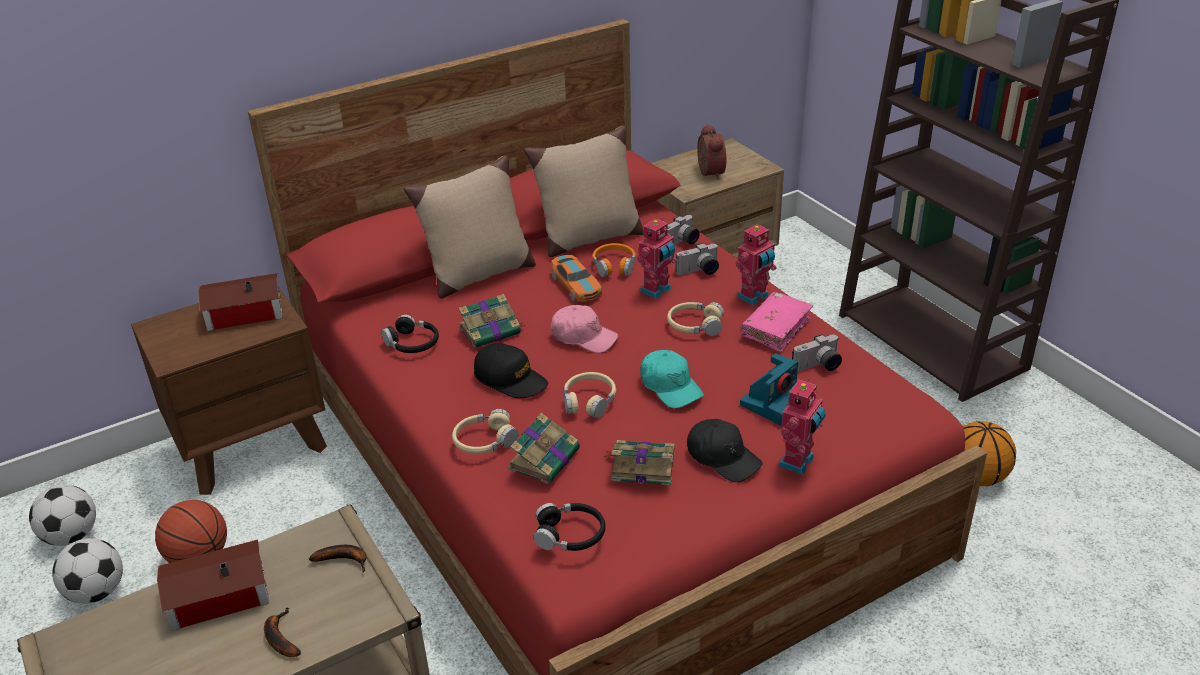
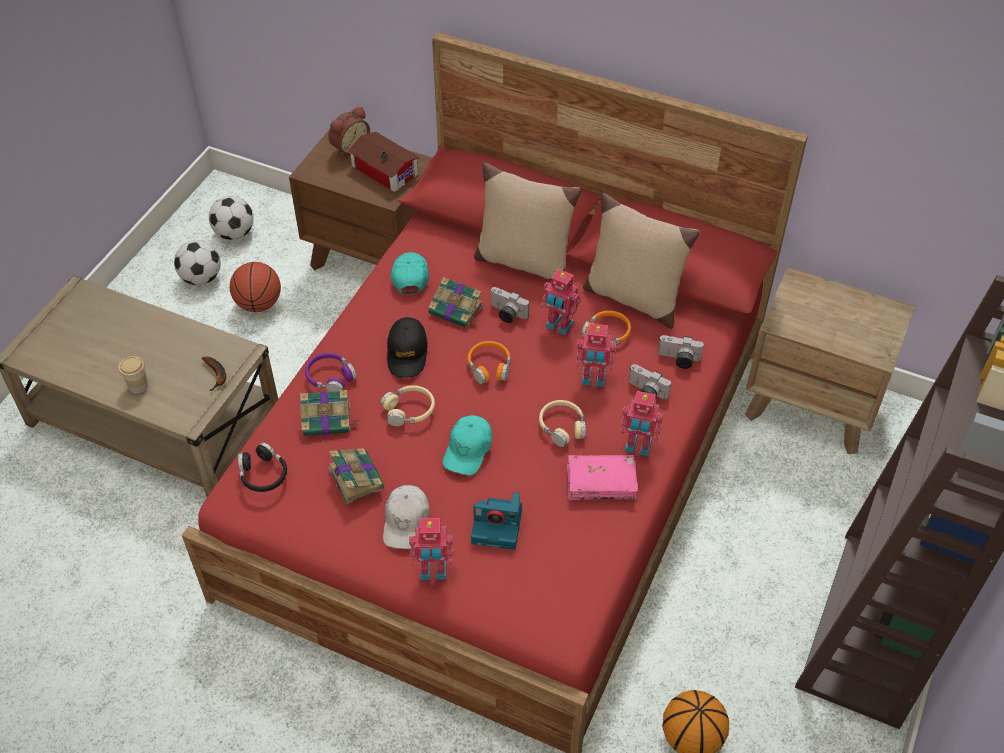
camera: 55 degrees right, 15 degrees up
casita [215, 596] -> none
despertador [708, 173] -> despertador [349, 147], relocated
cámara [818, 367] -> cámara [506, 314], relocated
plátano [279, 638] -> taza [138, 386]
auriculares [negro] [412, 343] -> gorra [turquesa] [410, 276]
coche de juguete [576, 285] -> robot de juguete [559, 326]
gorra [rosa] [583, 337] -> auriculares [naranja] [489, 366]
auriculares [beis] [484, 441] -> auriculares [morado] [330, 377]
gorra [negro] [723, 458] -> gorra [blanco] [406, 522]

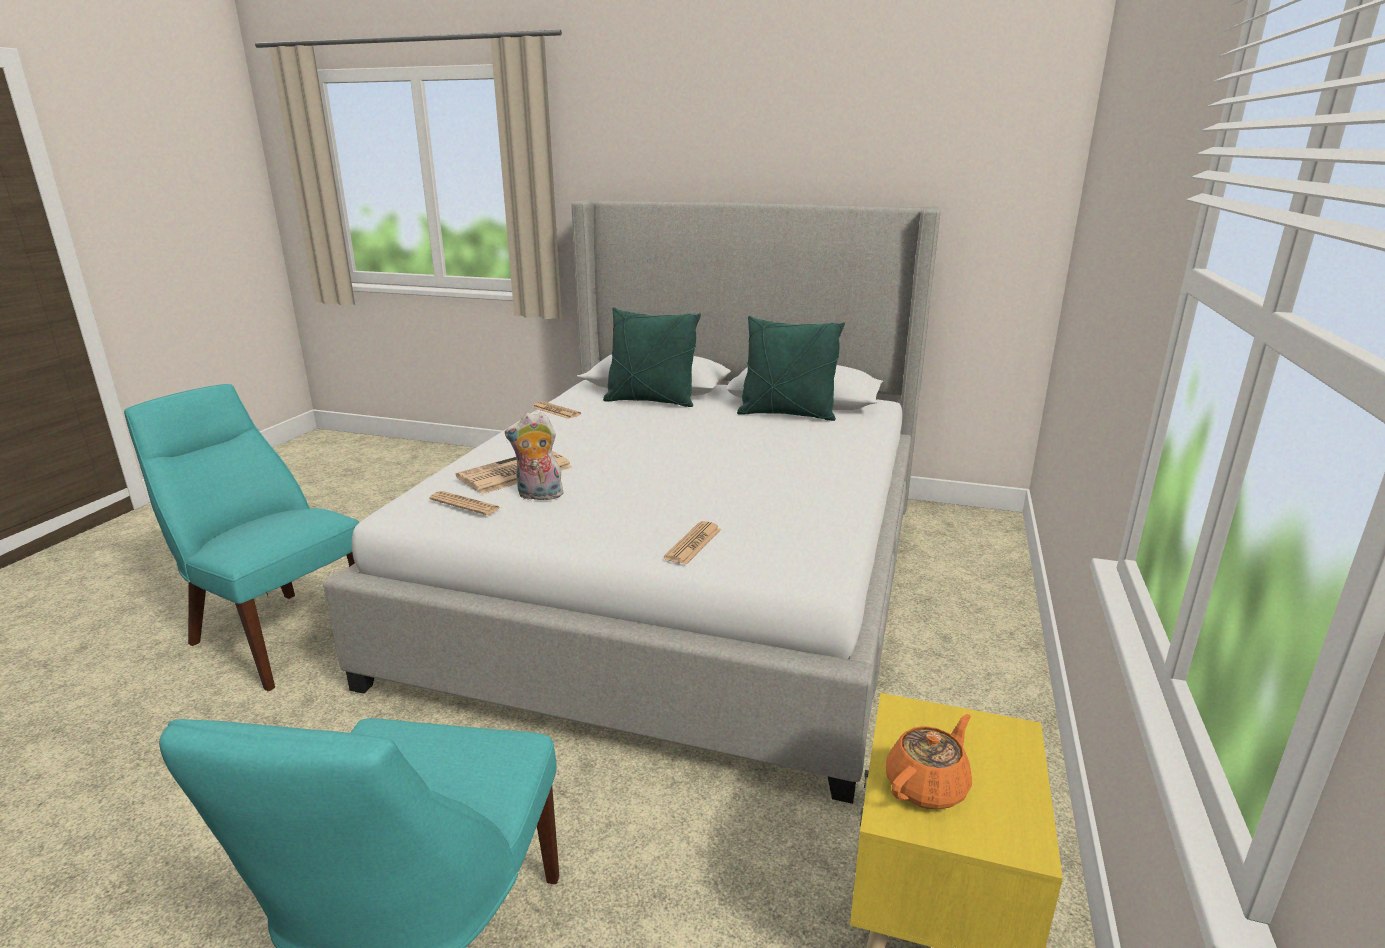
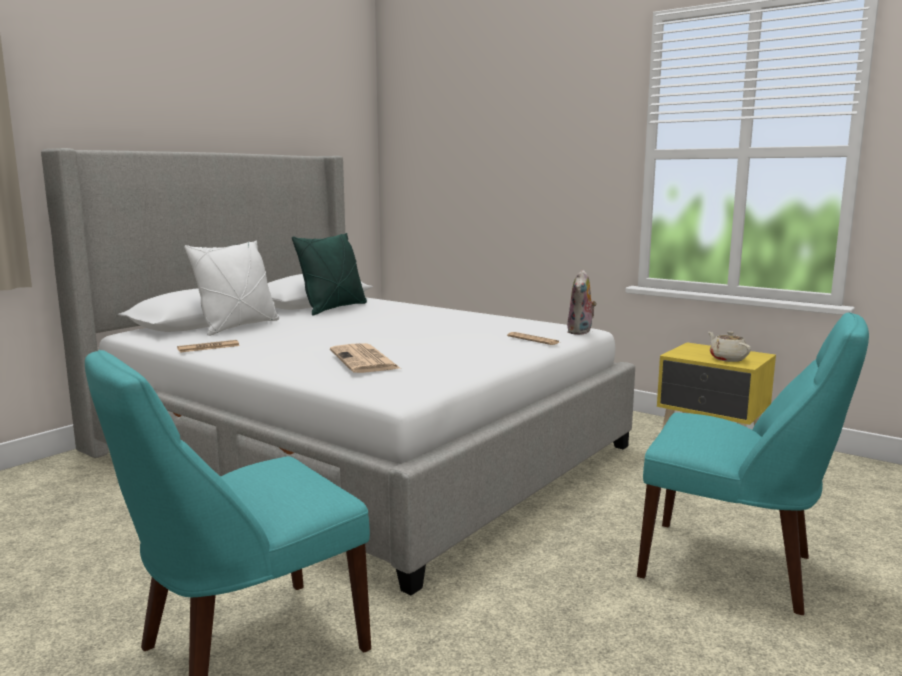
camera: 70 degrees left, 10 degrees down
periódico [465, 504] -> none
peluche [538, 496] -> peluche [581, 332], relocated
cojín [verde] [651, 401] -> cojín [blanco] [238, 327]
tetera [naranja] [927, 786] -> tetera [beis] [727, 359]

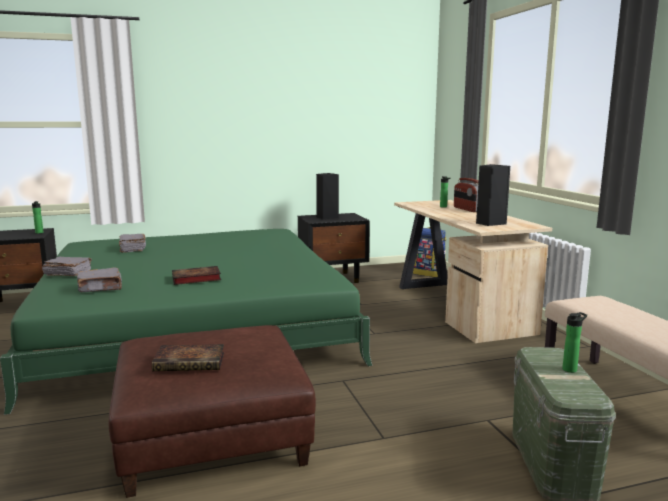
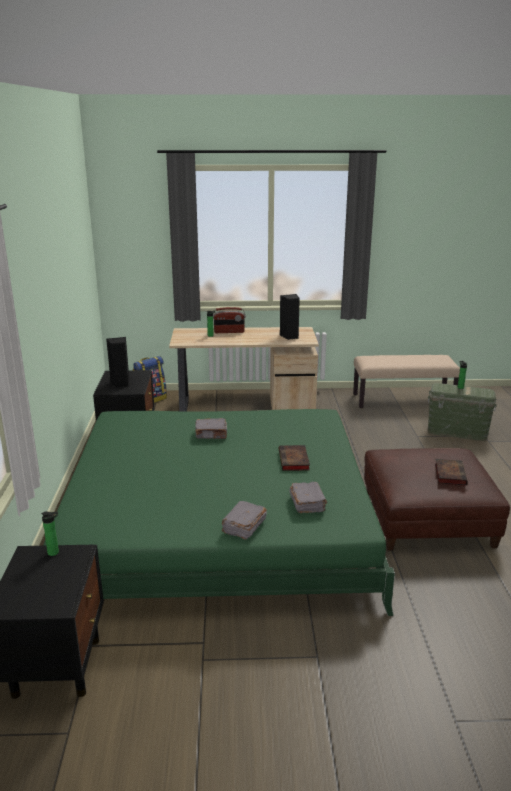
camera: 75 degrees left, 10 degrees up
libro [gris] [132, 249] -> libro [gris] [211, 434], relocated

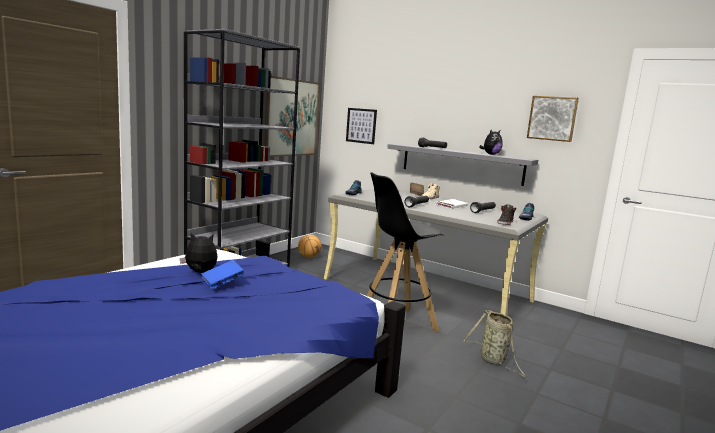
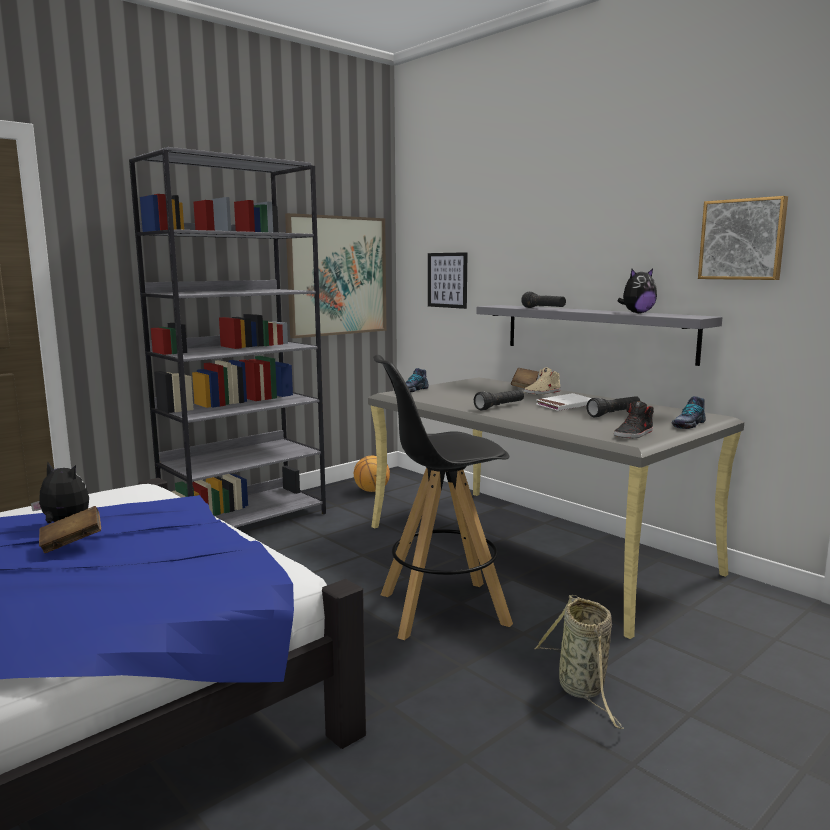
camera: 15 degrees right, 0 degrees up
libro [azul] [222, 283] -> libro [marrón] [72, 543]

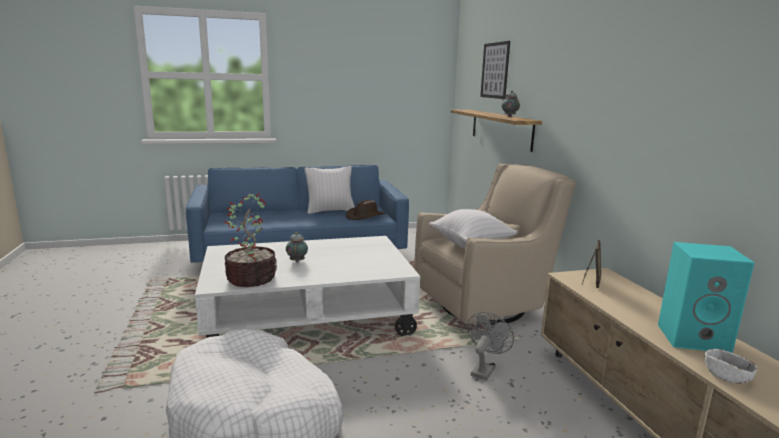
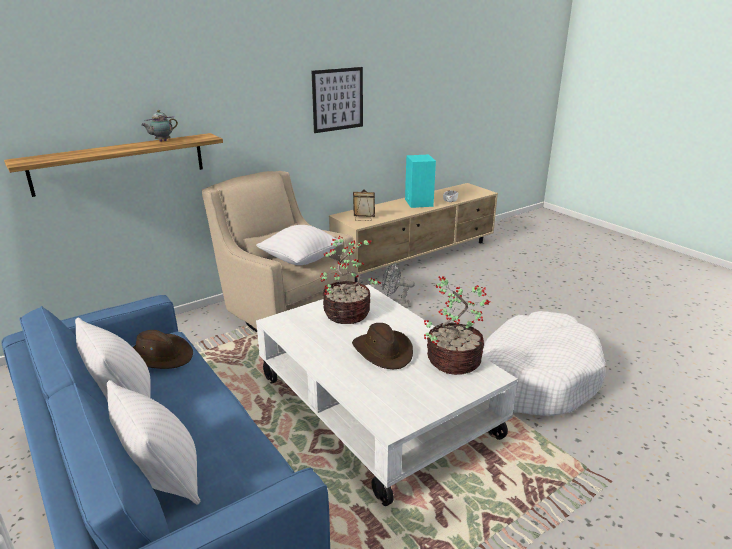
camera: 110 degrees left, 10 degrees up
none -> cojín [blanco] [162, 478]
none -> planta en maceta [348, 314]
cuadro [495, 70] -> cuadro [338, 99], relocated
tetera [297, 260] -> sombrero [marrón] [383, 351]

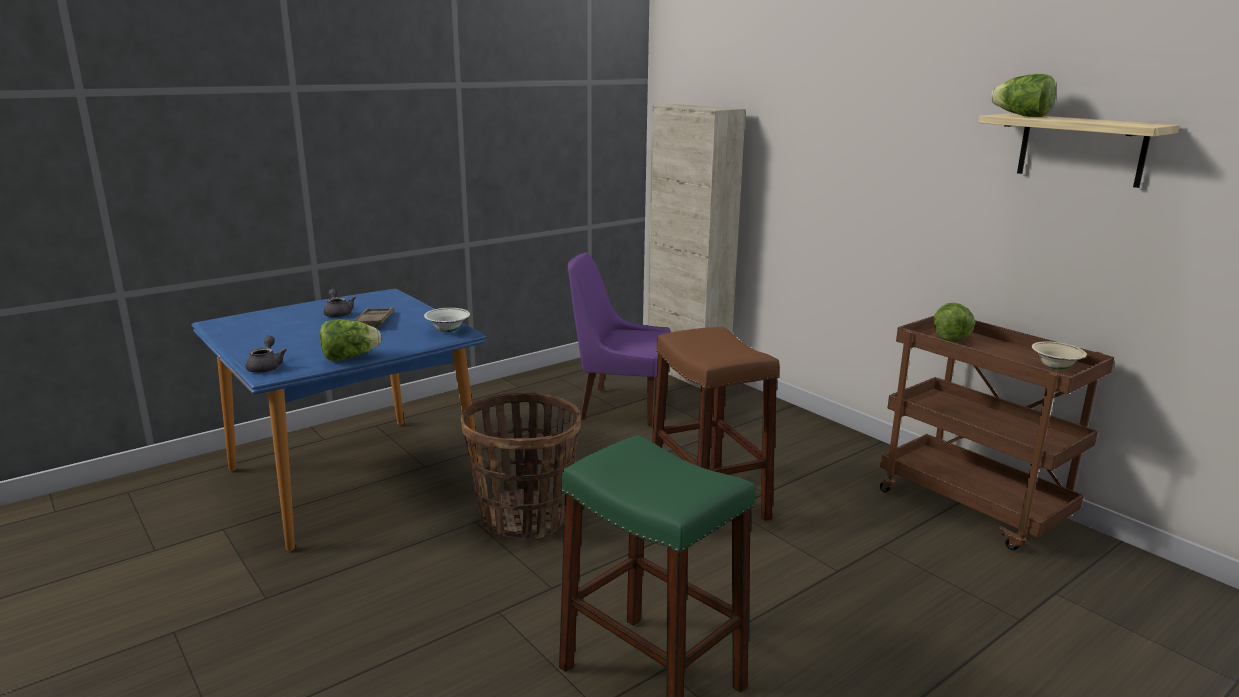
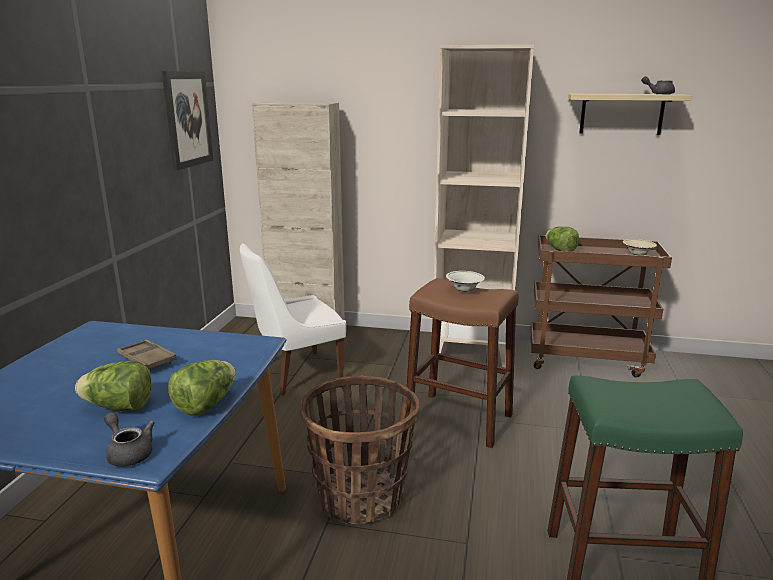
camera: 40 degrees left, 0 degrees up
none -> cuadro [187, 119]
none -> estantería [beis] [472, 351]
tetera [gris] [338, 313] -> tetera [gris] [658, 94], relocated
cuenco [blanco] [448, 331] -> cuenco [blanco] [464, 290], relocated
lechuga [1021, 116] -> lechuga [119, 407], relocated
silla [morado] [619, 407] -> silla [blanco] [296, 374]

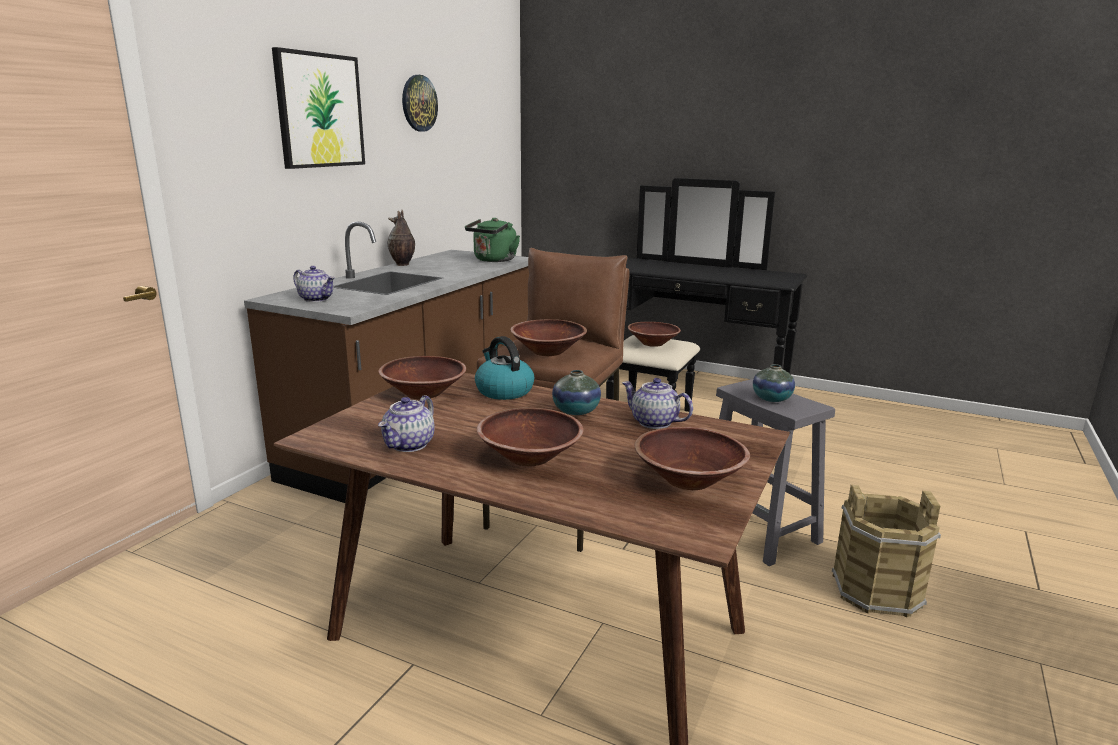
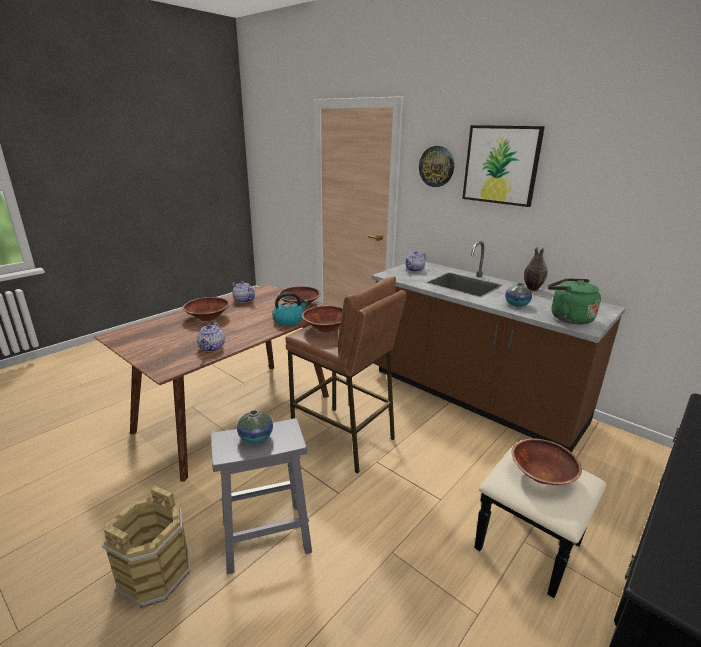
camera: 105 degrees right, 5 degrees up
cuenco [marrón] [688, 480] -> none
reloj de pared [419, 103] -> reloj de pared [436, 166], relocated
florero [576, 411] -> florero [516, 304], relocated
tetera [653, 422] -> tetera [212, 348], 135 degrees clockwise

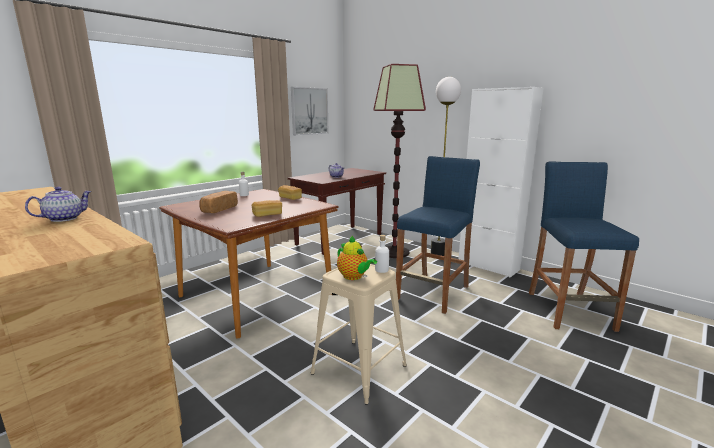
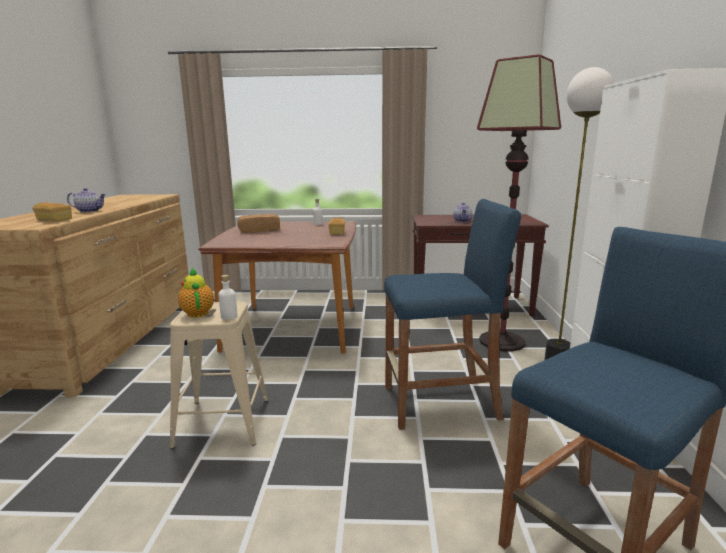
camera: 50 degrees right, 0 degrees up
cuadro [309, 111] -> none
pan [267, 215] -> pan [54, 220], relocated
tetera [354, 277] -> tetera [197, 313], 150 degrees clockwise

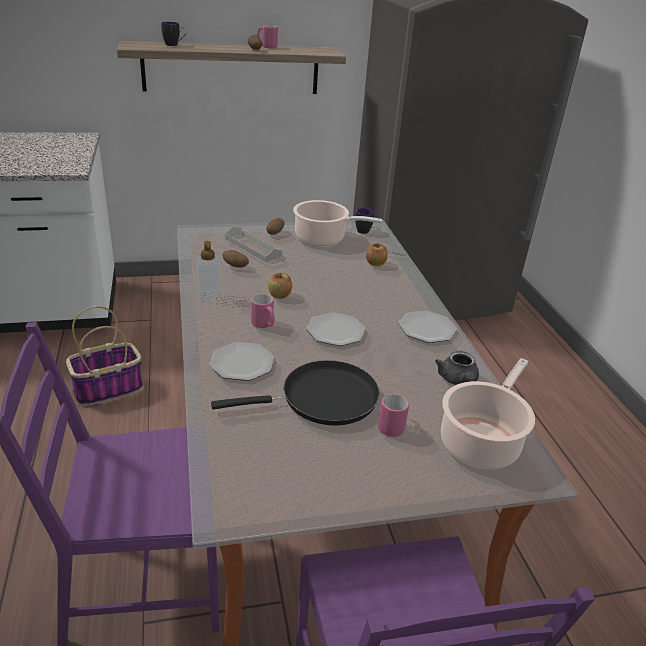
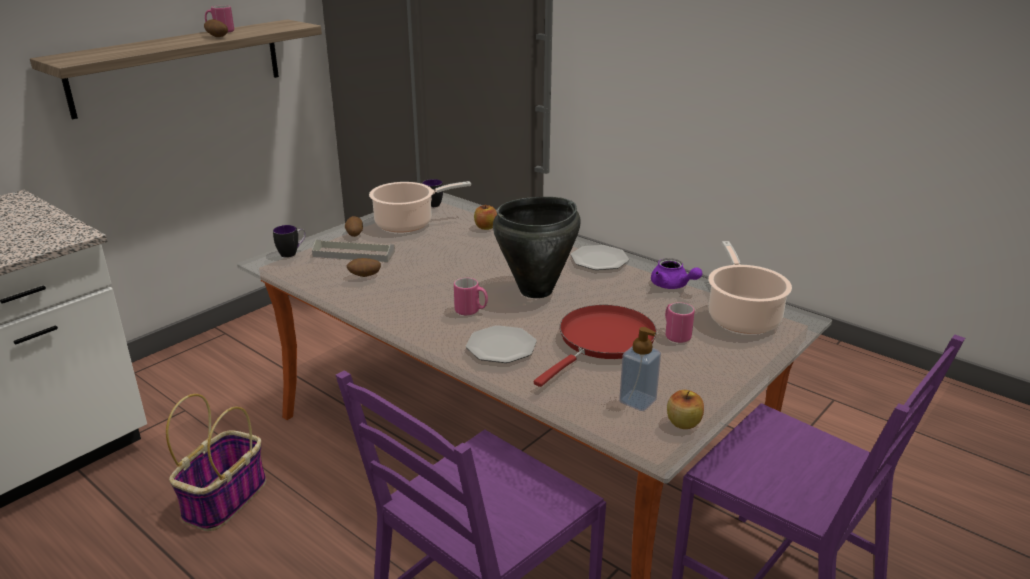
camera: 35 degrees left, 5 degrees down
taza grande [174, 45] -> taza grande [292, 253], relocated
dispensador de jabón [209, 295] -> dispensador de jabón [637, 401], relocated
manzana [279, 295] -> manzana [683, 423], relocated
plato [336, 331] -> olla [negro] [537, 291]
sartén [negro] [322, 399] -> sartén [rojo] [602, 341]
tetera [gris] [458, 381] -> tetera [morado] [672, 286]

